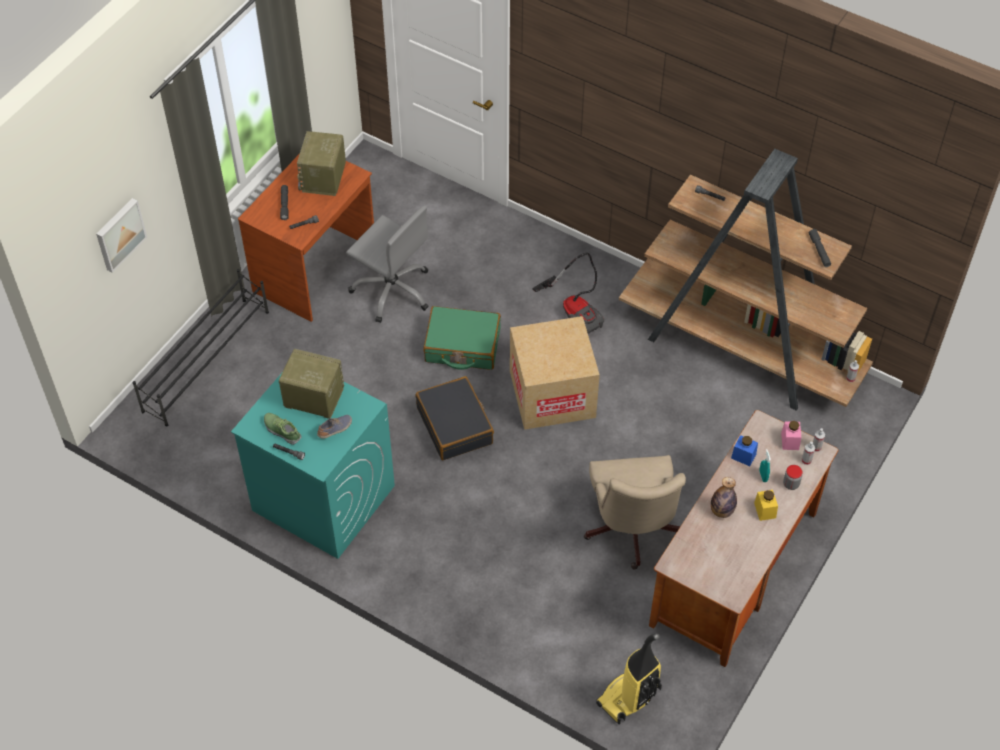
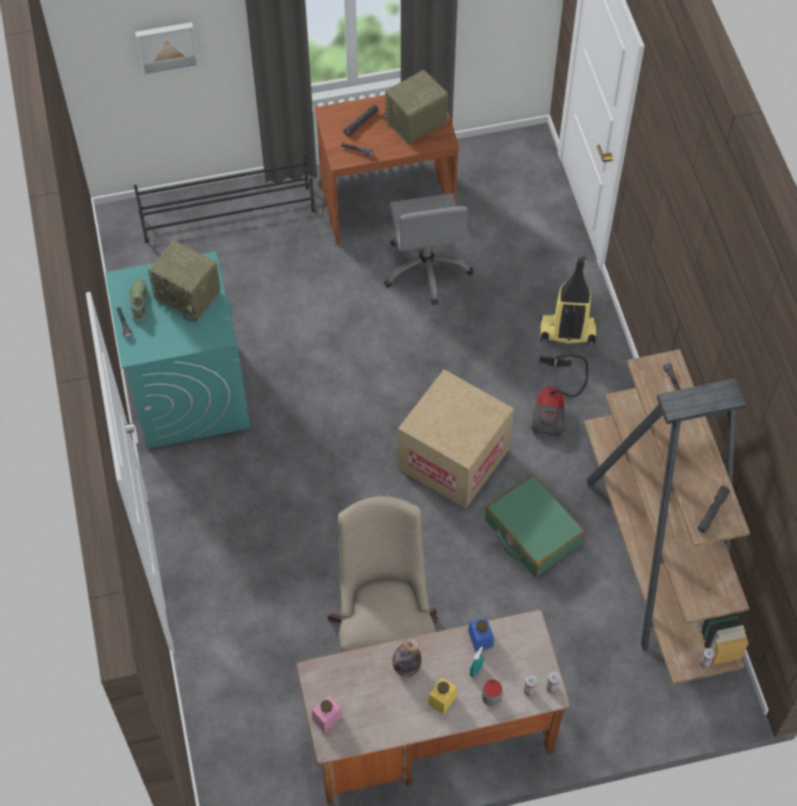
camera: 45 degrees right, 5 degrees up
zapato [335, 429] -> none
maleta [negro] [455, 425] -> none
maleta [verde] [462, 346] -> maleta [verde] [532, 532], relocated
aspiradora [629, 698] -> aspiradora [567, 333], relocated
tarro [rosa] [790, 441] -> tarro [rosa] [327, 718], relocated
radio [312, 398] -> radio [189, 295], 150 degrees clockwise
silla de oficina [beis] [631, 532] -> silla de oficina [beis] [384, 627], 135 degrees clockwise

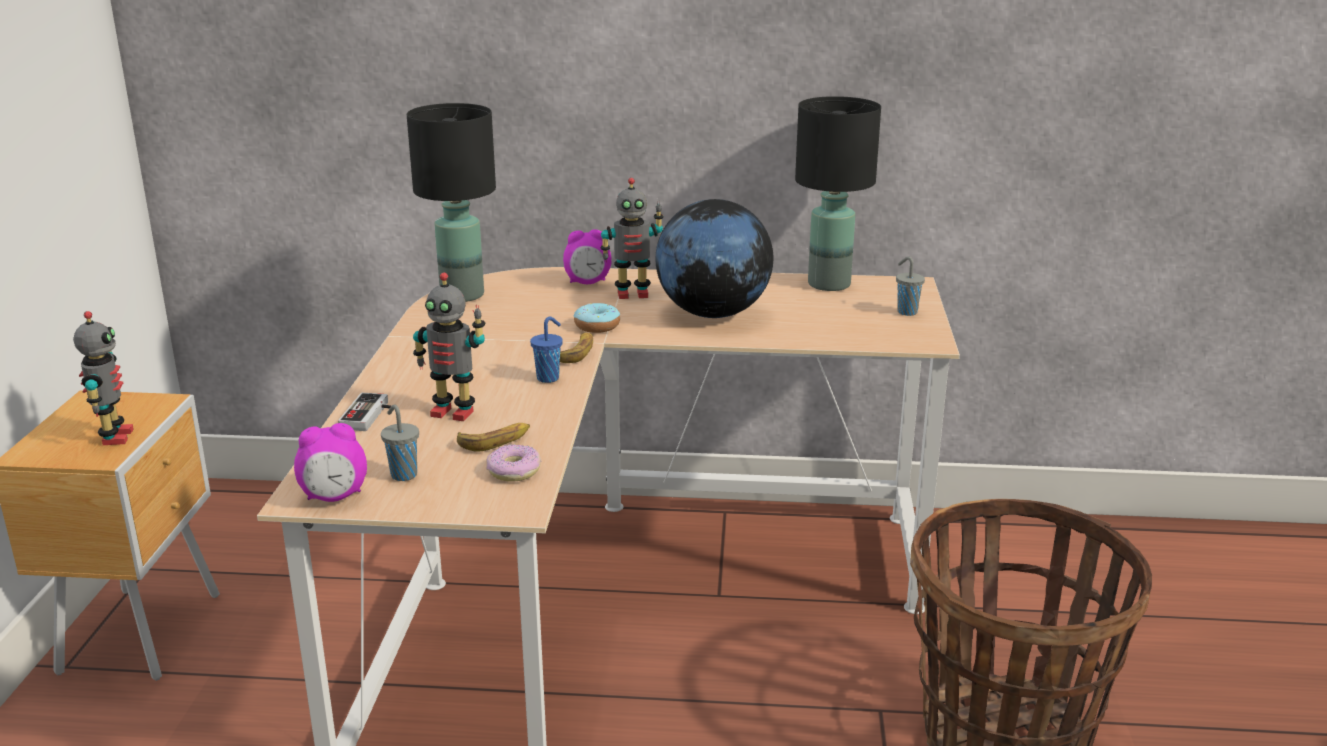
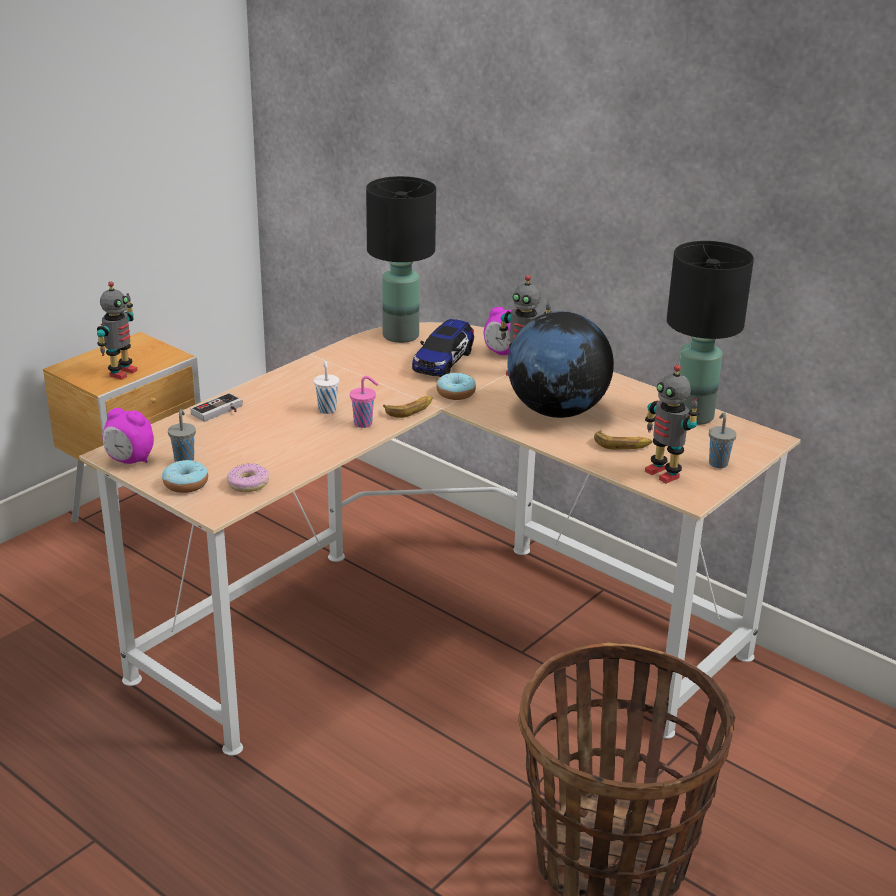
camera: 35 degrees right, 5 degrees up
none -> rosquilla [186, 484]
none -> taza [blanco] [327, 409]
none -> coche de juguete [443, 361]
robot de juguete [453, 412] -> robot de juguete [664, 473], relocated
plátano [495, 441] -> plátano [622, 445], relocated
taza [azul] [549, 378] -> taza [rosa] [364, 423]

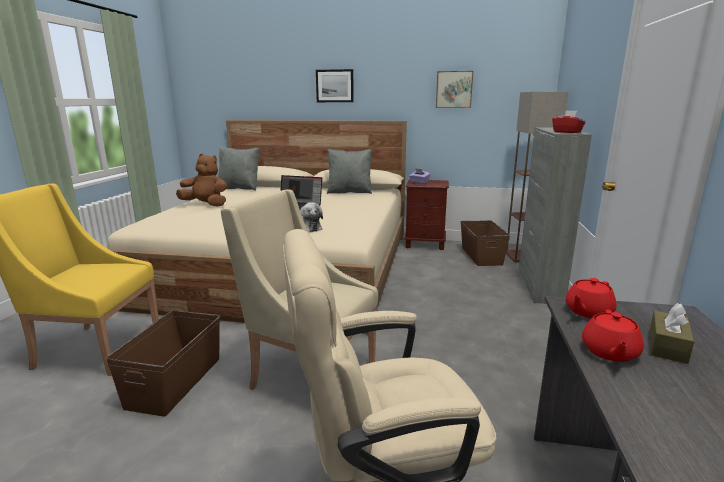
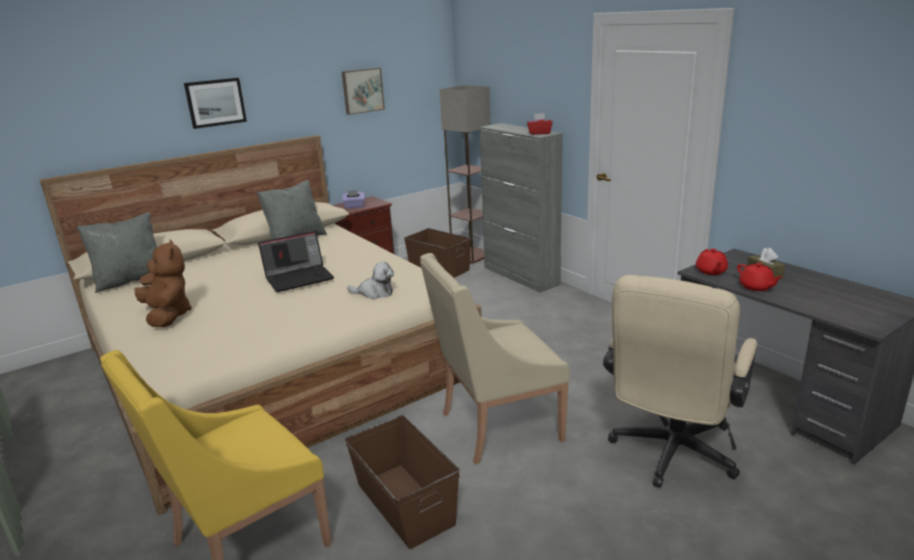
camera: 45 degrees left, 5 degrees up
peluche [marrón] [206, 205] -> peluche [marrón] [168, 316], 90 degrees clockwise

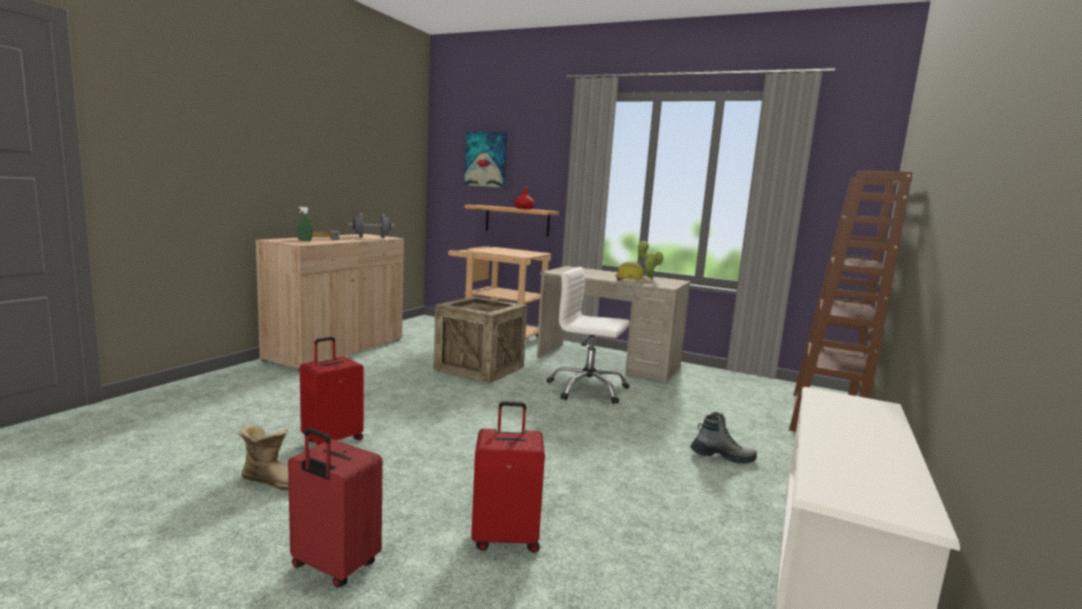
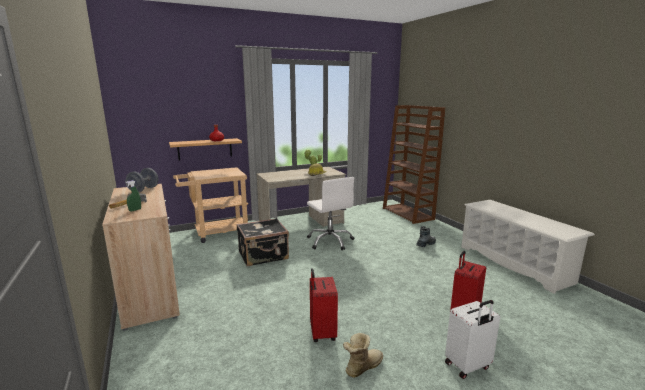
camera: 50 degrees left, 5 degrees up
cuadro [486, 159] -> none
caja de embalaje [479, 368] -> maleta [negro] [263, 256]
maleta [rojo] [333, 567] -> maleta [blanco] [468, 366]
silla de oficina [blanco] [587, 389] -> silla de oficina [blanco] [330, 241], 90 degrees counterclockwise

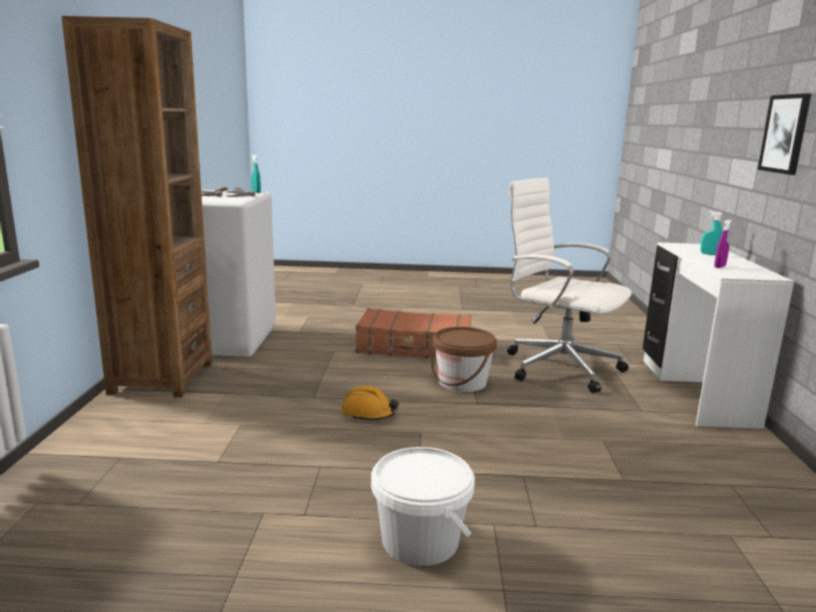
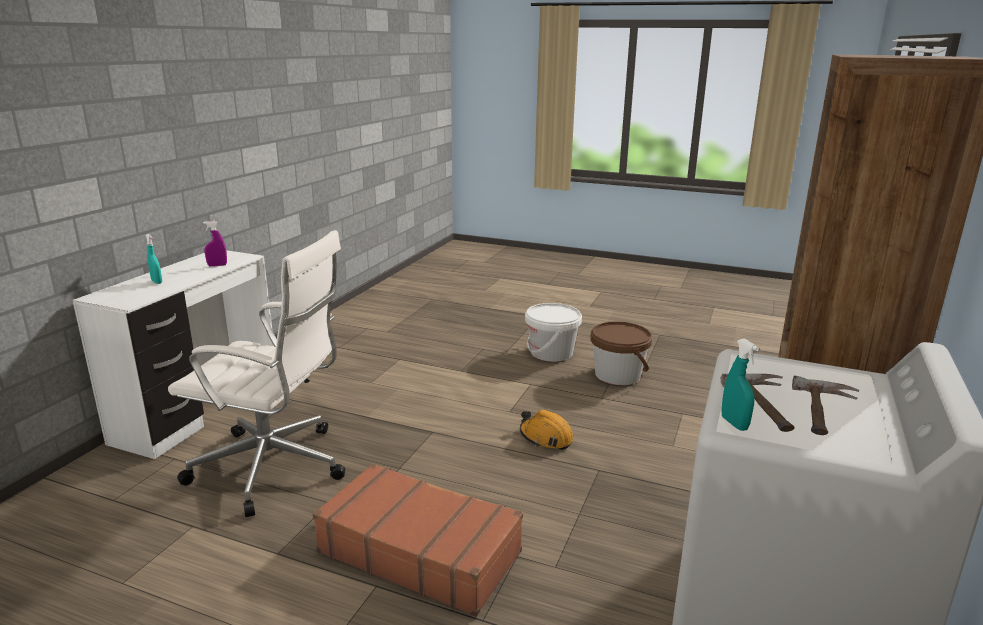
camera: 160 degrees left, 5 degrees up
cuadro [785, 134] -> none
cubo [marrón] [462, 382] -> cubo [marrón] [618, 375], relocated
silla de oficina [blanco] [558, 367] -> silla de oficina [blanco] [274, 468], 45 degrees counterclockwise

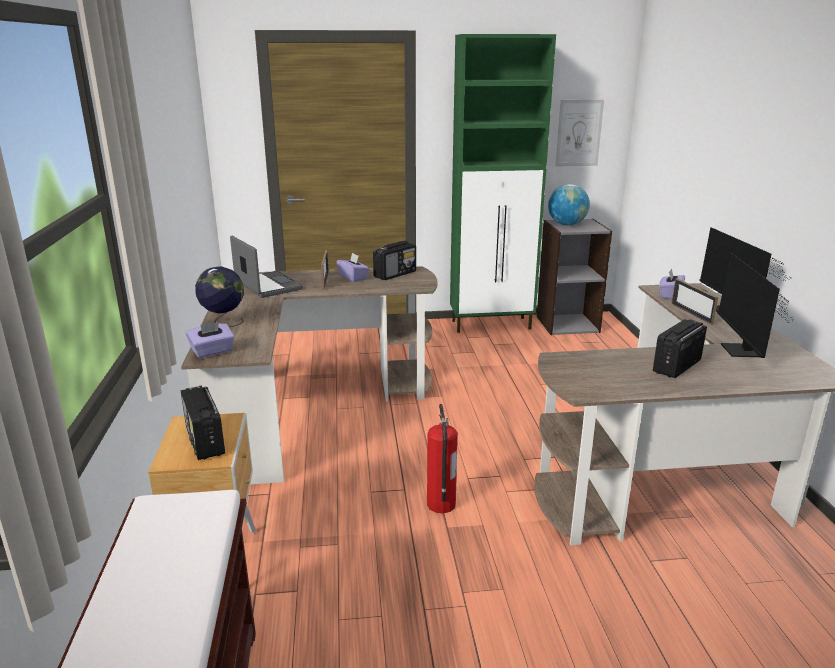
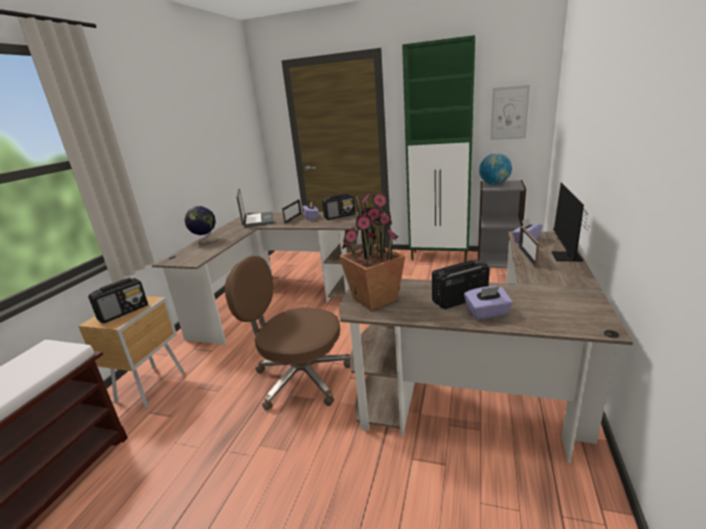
camera: 25 degrees right, 0 degrees up
monitor [742, 353] -> none
none -> planta en maceta [375, 299]
caja de pañuelos [morado] [212, 351] -> caja de pañuelos [morado] [487, 313], relocated
extintor [441, 504] -> silla de oficina [marrón] [300, 378]
radio [205, 441] -> radio [124, 312], 135 degrees counterclockwise

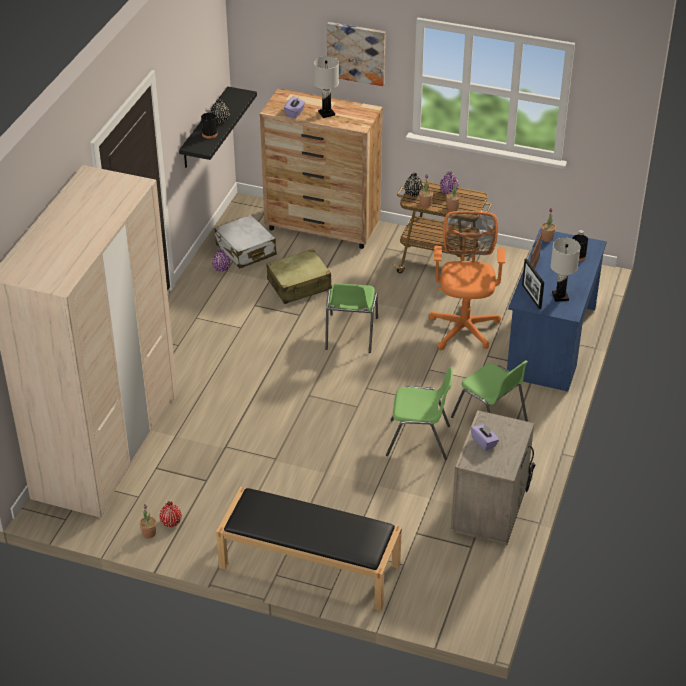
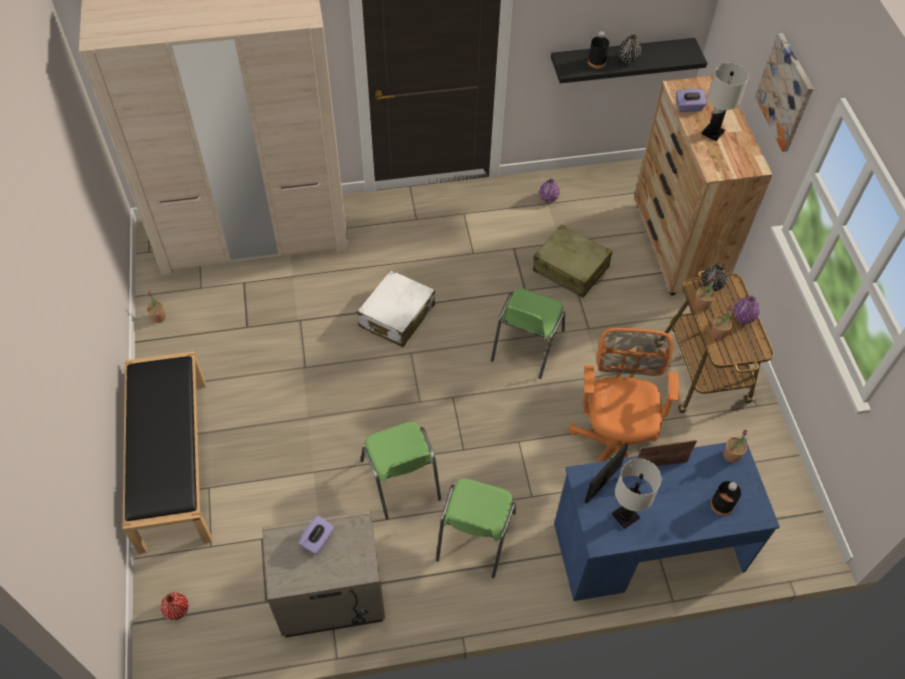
camera: 60 degrees right, 15 degrees up
florero [rojo] [171, 522] -> florero [rojo] [177, 610], relocated
maleta [blanco] [246, 250] -> maleta [blanco] [396, 316], relocated
silla [verde] [350, 334] -> silla [verde] [526, 346], 45 degrees counterclockwise
silla de oficina [naranja] [464, 326] -> silla de oficina [naranja] [612, 445], 60 degrees counterclockwise

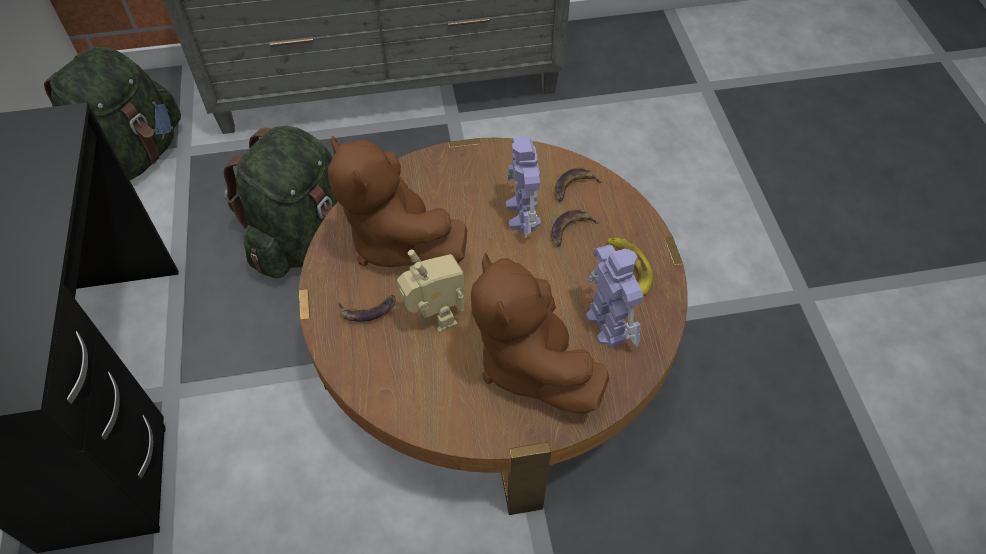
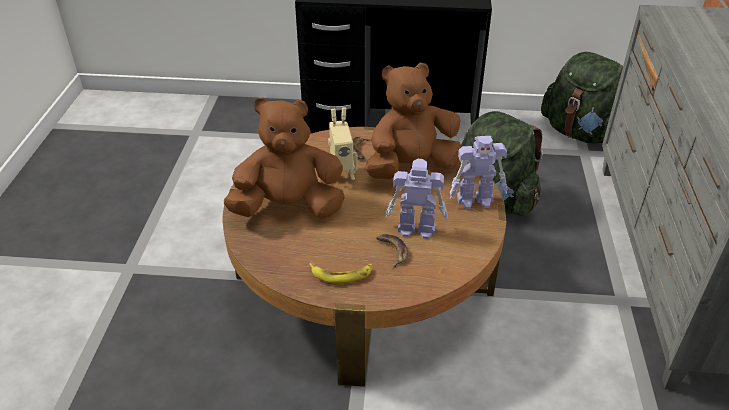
camera: 105 degrees right, 15 degrees down
plátano [573, 187] -> none
robot de juguete [607, 323] -> robot de juguete [476, 200], relocated

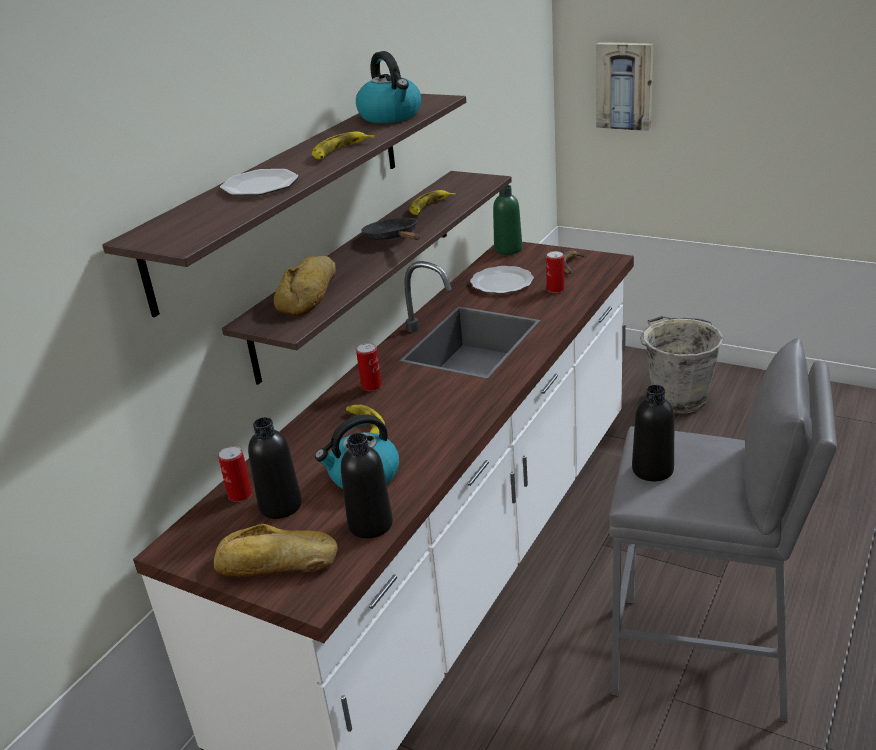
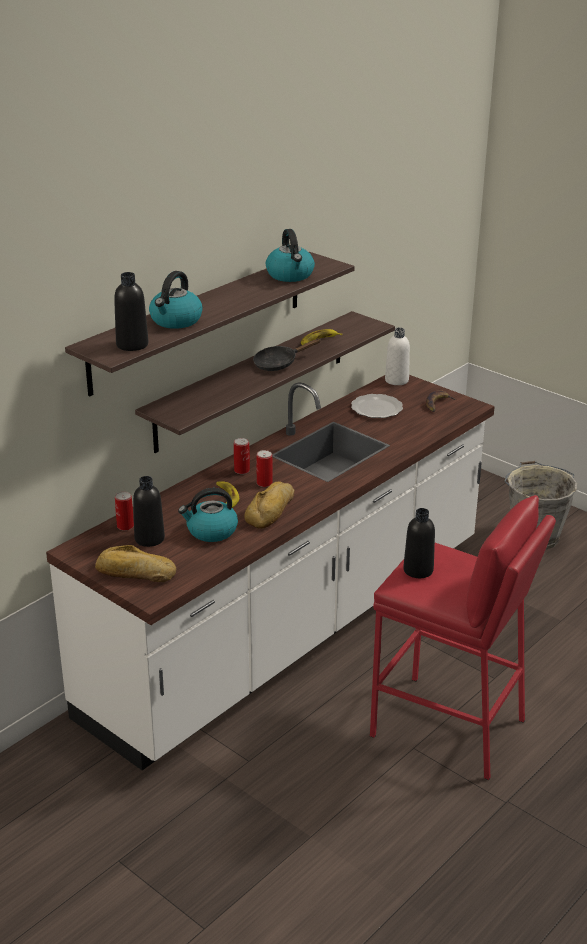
camera: 10 degrees right, 0 degrees up
plátano [340, 151] -> none
cuadro [625, 85] -> none
pan [311, 293] -> pan [272, 510], relocated
botella [negro] [370, 524] -> botella [negro] [132, 345], relocated
lata [555, 289] -> lata [264, 483], relocated
plato [260, 186] -> hervidor [176, 321]
botella [verde] [508, 249] -> botella [blanco] [396, 380]
taburete [gris] [702, 658] -> taburete [rojo] [448, 728]
sartén [negro] [393, 238] -> sartén [negro] [279, 363], 105 degrees counterclockwise

